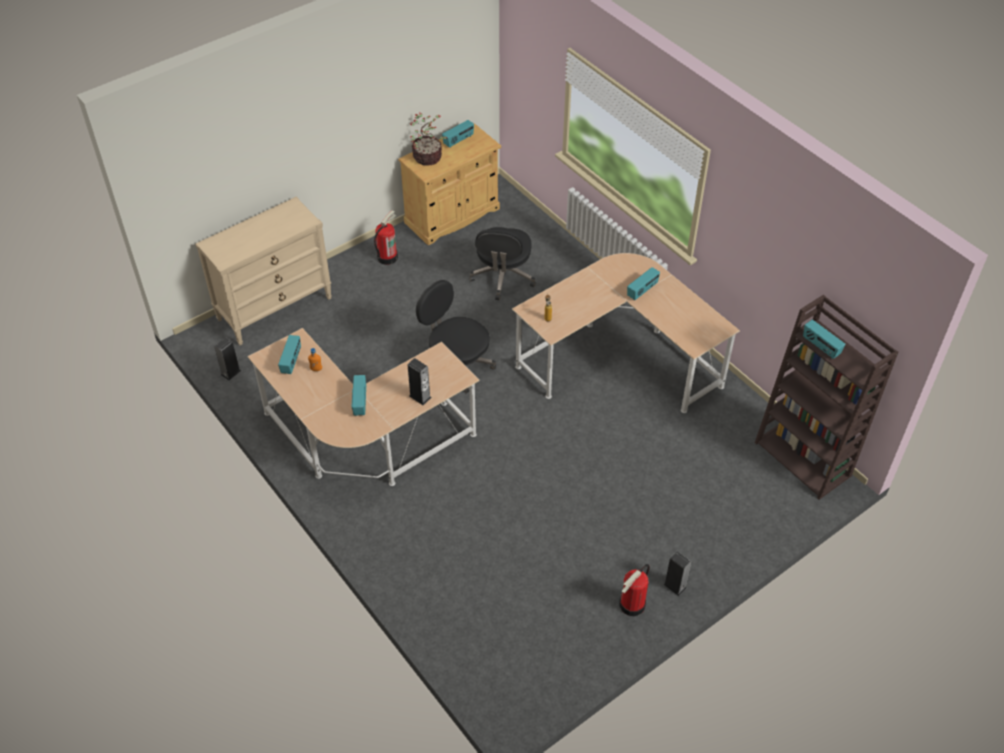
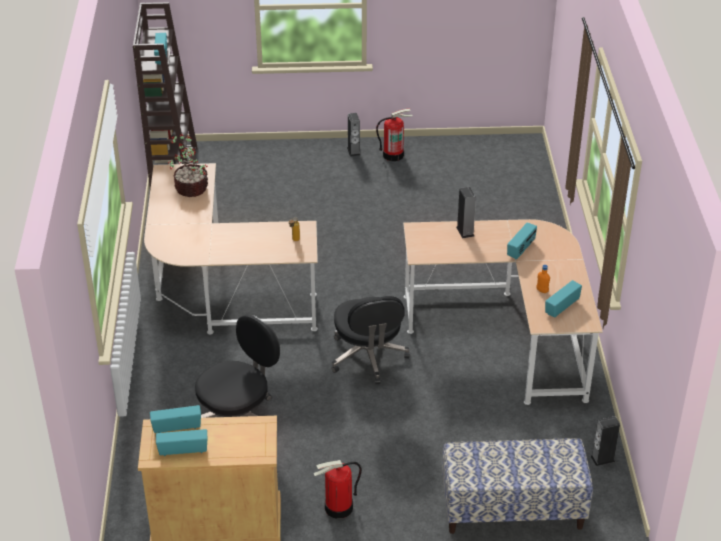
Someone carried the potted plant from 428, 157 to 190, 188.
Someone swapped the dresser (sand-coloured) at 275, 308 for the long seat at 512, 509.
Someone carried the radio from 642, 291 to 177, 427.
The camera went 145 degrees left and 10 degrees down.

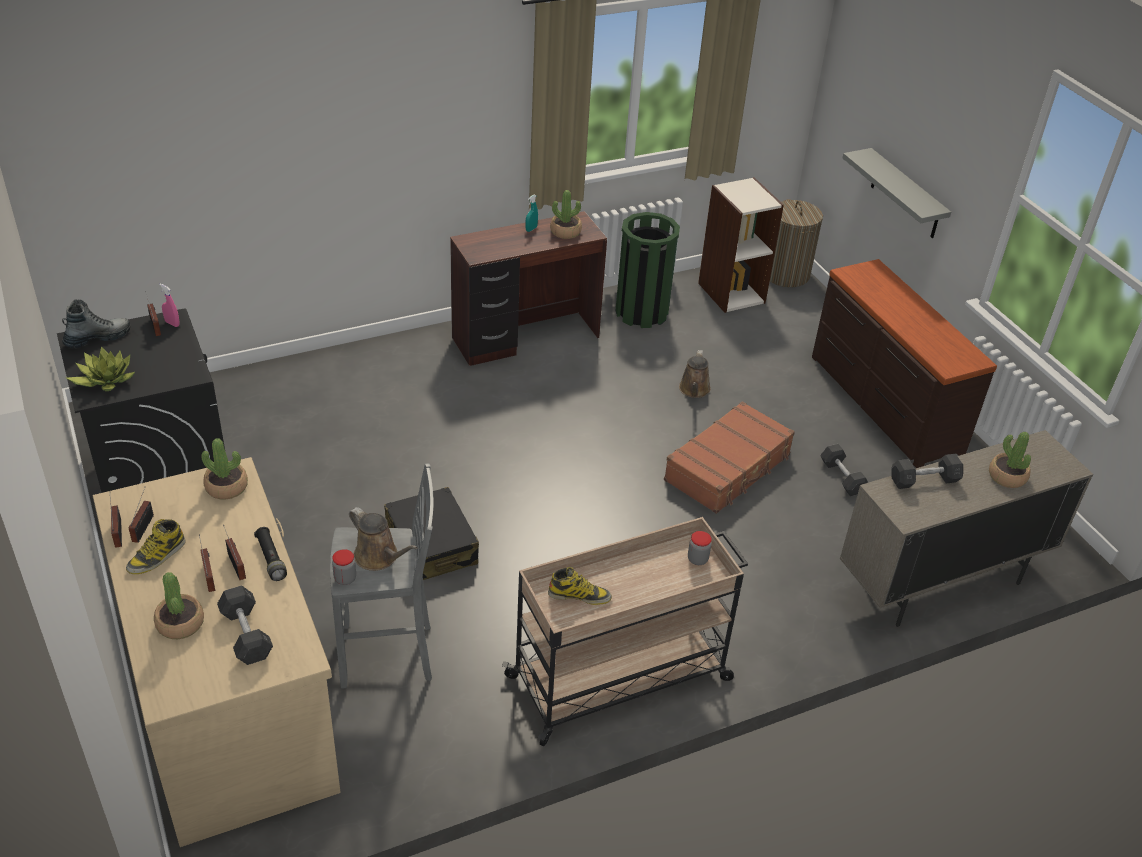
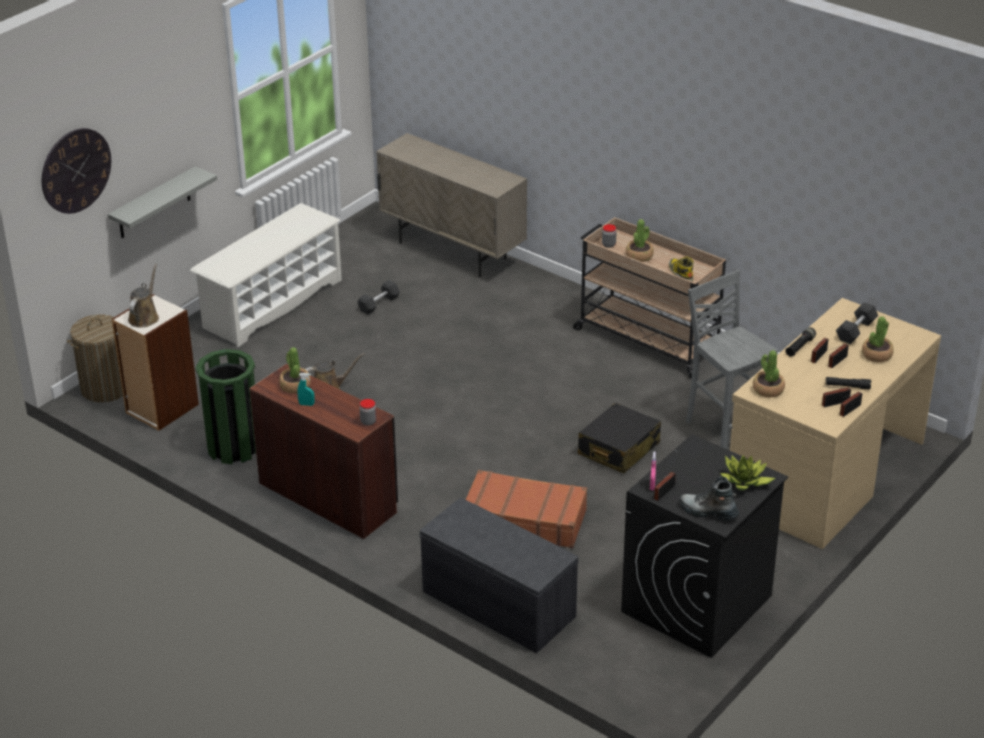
Someone swapped the dresser (brown) at 883, 404 for the shoe stand (white-coloured) at 272, 304.
Someone carried the piece of luggage (brown) from 728, 468 to 524, 519.
Someone carried the potted plant from 1007, 476 to 639, 256.
Someone took away the dumbbell (grey) at 924, 480.
Someone carried the watering pot (brown) from 379, 557 to 144, 317.
Someone swapped the tall boot at 157, 556 for the torch (black) at 847, 386.
Someone carried the preserve jar from 345, 578 to 368, 422.
Someone put up the hanging clock at 76, 170.
Someone put down the long seat (grey) at 496, 604.
The camera went 115 degrees left and 5 degrees down.

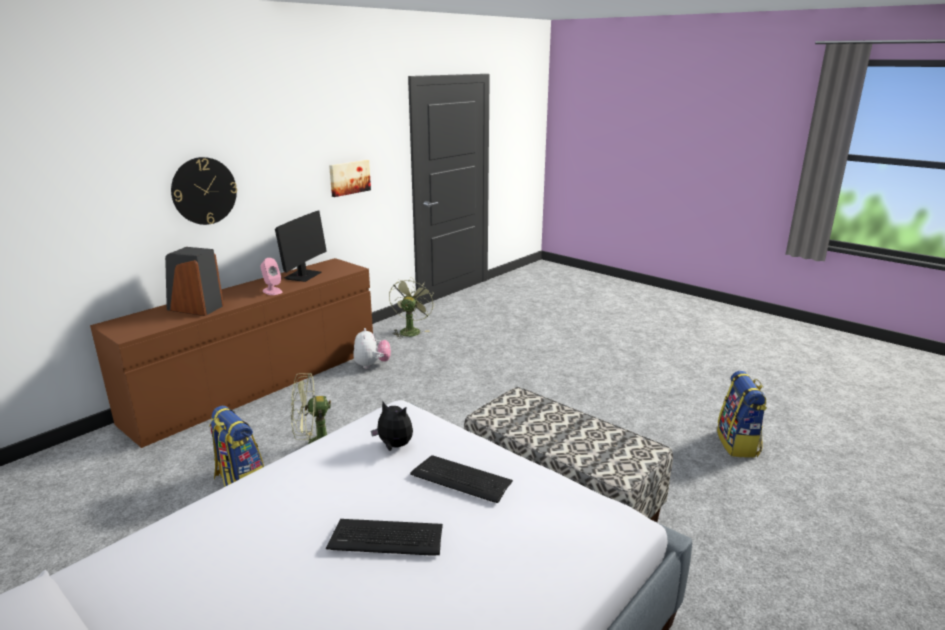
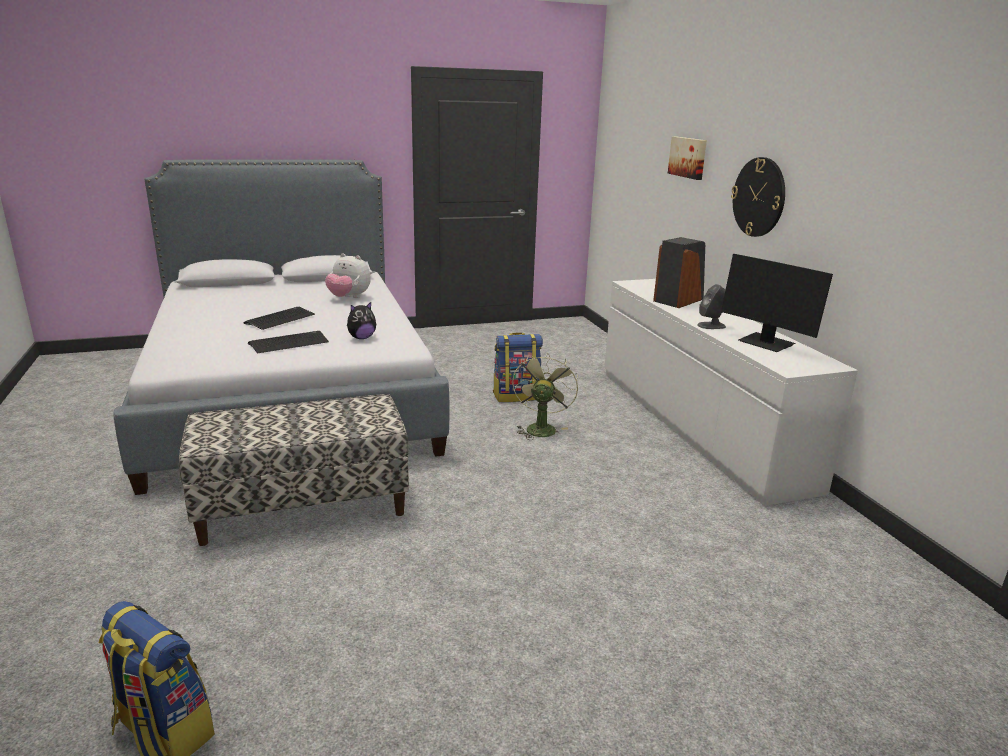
Someone carried the picture from 349, 177 to 688, 157.
Someone repainted the dresser (brown) at 258, 383, which became the dresser (white-coloured) at 698, 424.
Someone repainted the speaker (pink) at 272, 291, which became the speaker (grey) at 712, 326.
Someone took away the electric fan (green-coloured) at 410, 330.
Someone carried the cuddly toy from 372, 365 to 348, 298.
The camera went 120 degrees right and 0 degrees up.

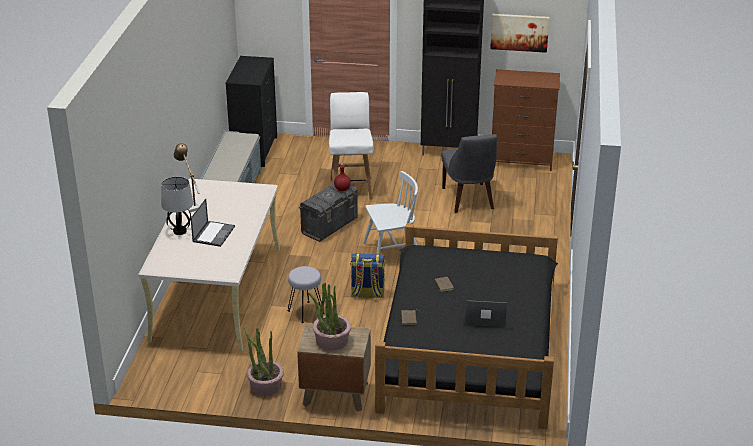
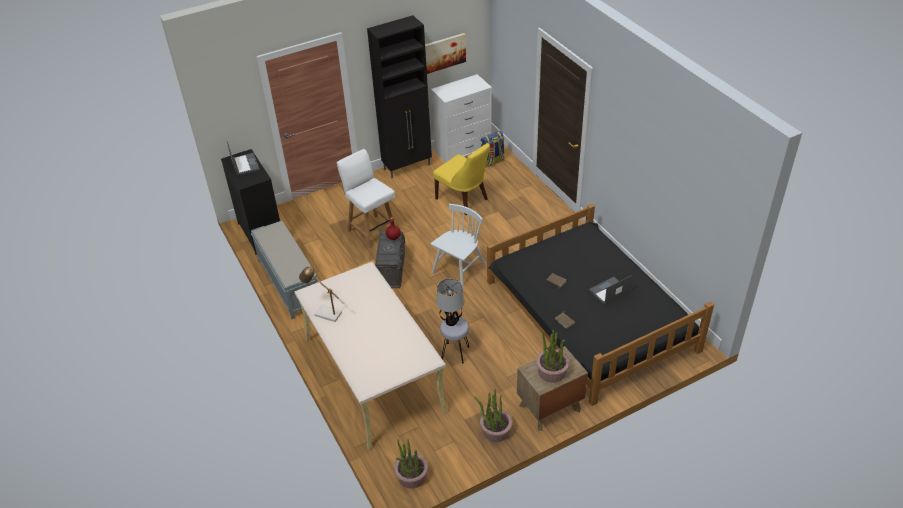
Someone repainted the dresser (brown) at 521, 160, which became the dresser (white-coloured) at 463, 151.
Someone repainted the chair (grey) at 468, 200, which became the chair (yellow-coloured) at 463, 200.
Someone carried the lamp for a table from 180, 231 to 451, 321.
Someone carried the portable computer from 213, 234 to 245, 164.
Someone carried the backpack from 367, 294 to 492, 162.
Someone put down the potted plant at 411, 476.
The camera went 35 degrees left and 10 degrees up.

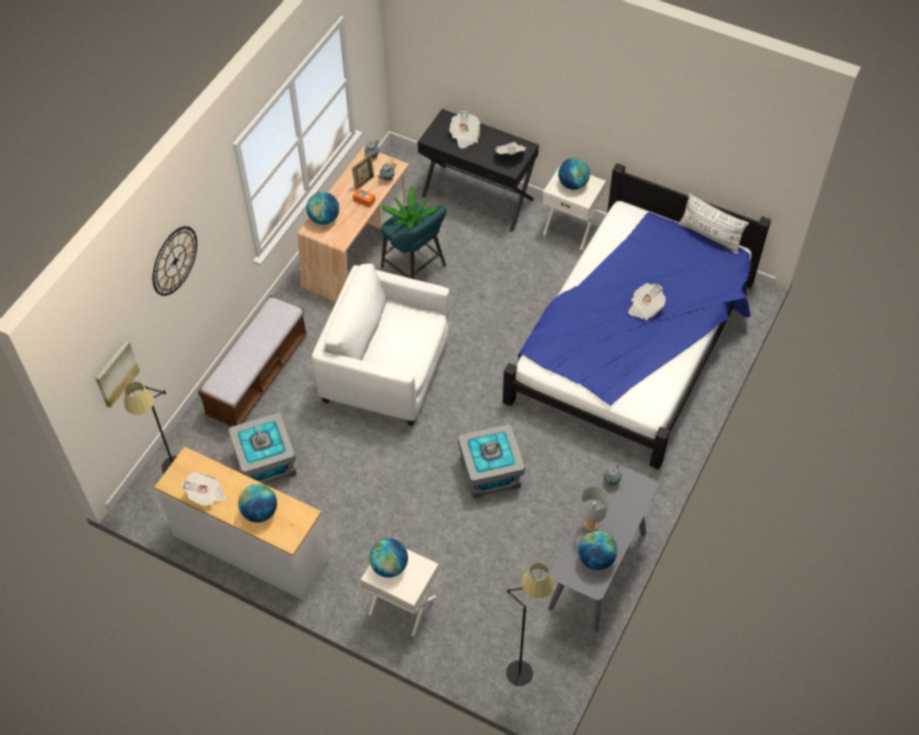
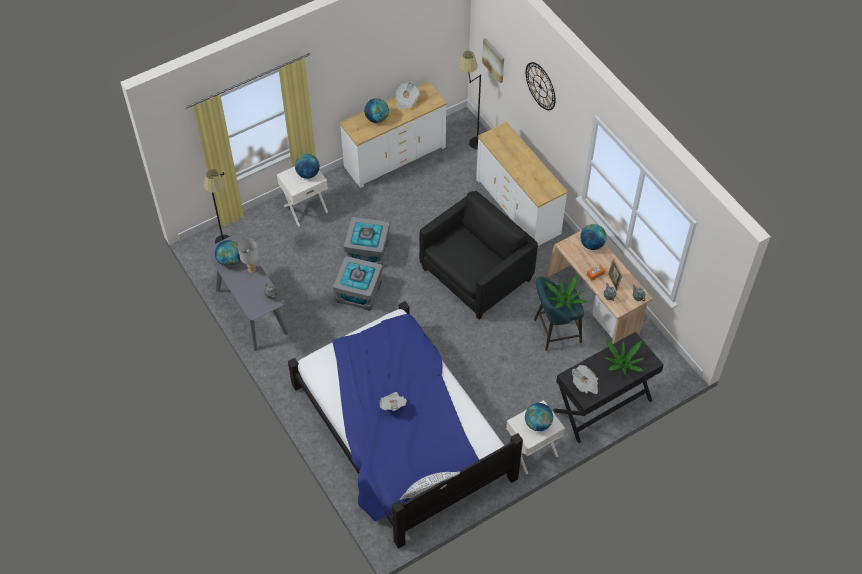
Someone swapped the printed paper at 464, 136 for the potted plant at 622, 364.
Someone repainted the lounge chair (white-coloured) at 387, 370, which became the lounge chair (black) at 476, 274.
Someone swapped the long seat at 258, 376 for the dresser (white-coloured) at 518, 206.
Someone carried the storage box (grey) from 265, 462 to 368, 251.
The camera went 120 degrees right and 0 degrees up.

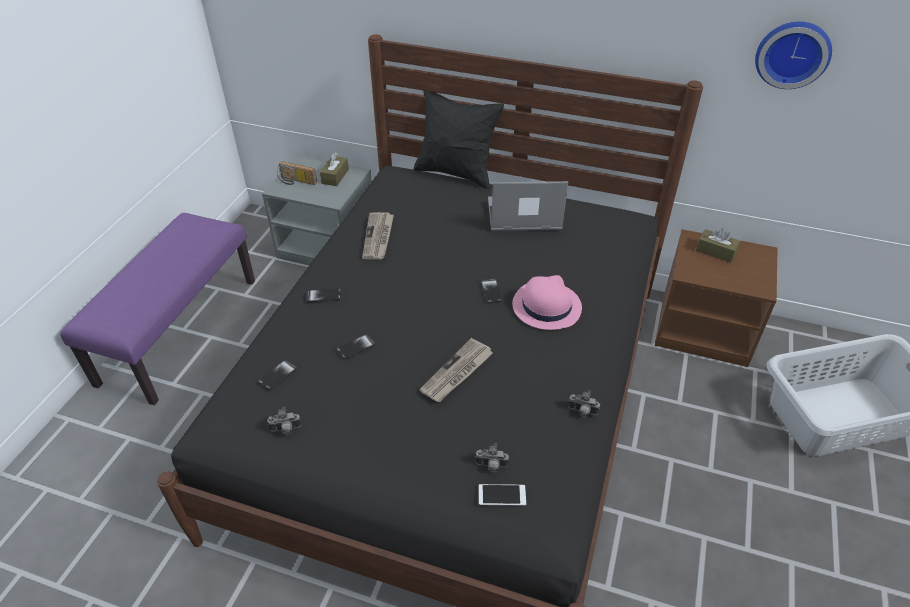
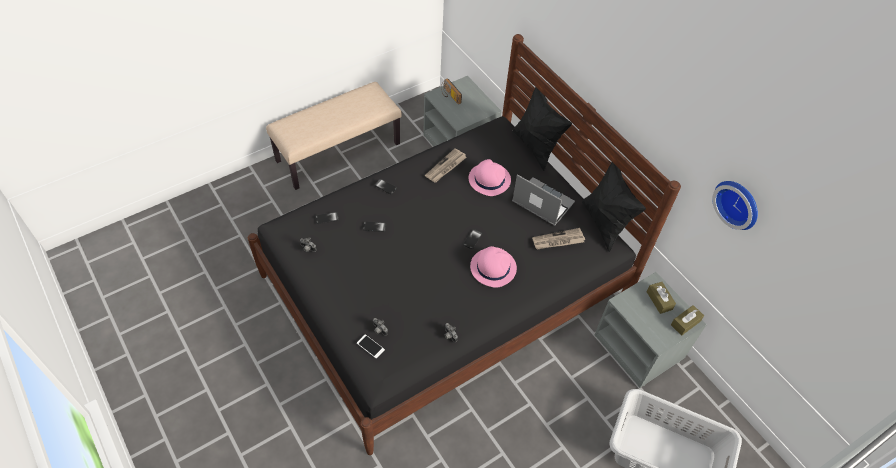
Someone carried the tissue box (brown) from 335, 176 to 685, 323.
Someone repainted the long seat (purplish) at 179, 330, which became the long seat (sand-coloured) at 338, 152.
Someone repainted the night table (brown) at 704, 329, which became the night table (grey) at 640, 347.
Someone carried the printed paper from 457, 373 to 558, 241.
Someone put down the clothing hat (pink) at 489, 179.
Someone put down the cushion (black) at 604, 224.
The camera went 35 degrees right and 10 degrees up.

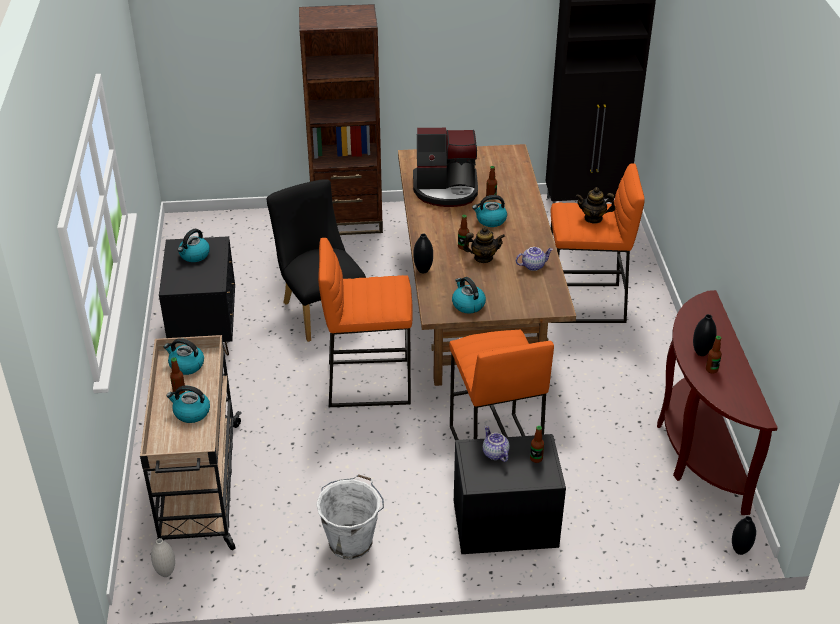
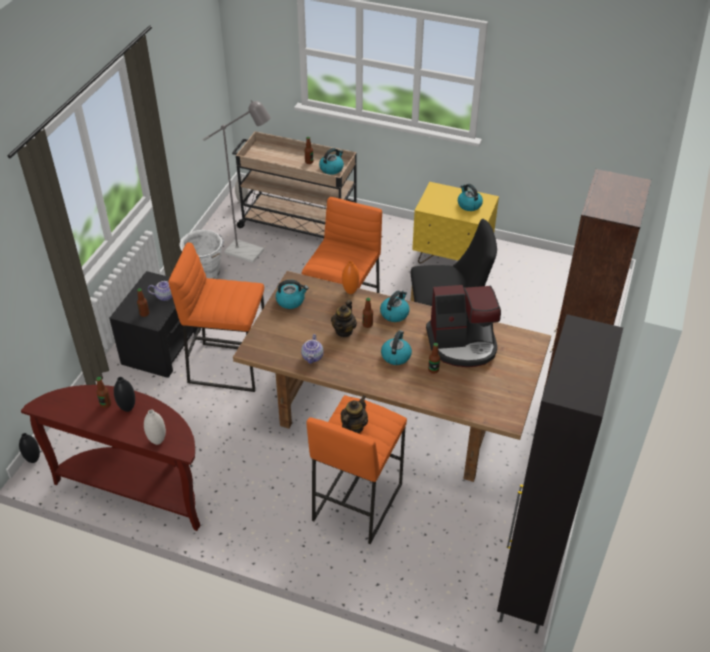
Someone rotated the coffee machine at 446, 189 by 120 degrees counterclockwise.
Someone repainted the decorative vase (black) at 423, 270, which became the decorative vase (orange-coloured) at 350, 291.
Someone repainted the night table (black) at 205, 333, which became the night table (yellow-coloured) at 452, 258.
Someone carried the water kettle from 191, 412 to 394, 313.
Someone put down the standing lamp (grey) at 250, 253.
Someone put down the decorative vase (white-coloured) at 157, 440.
The camera went 115 degrees right and 5 degrees up.

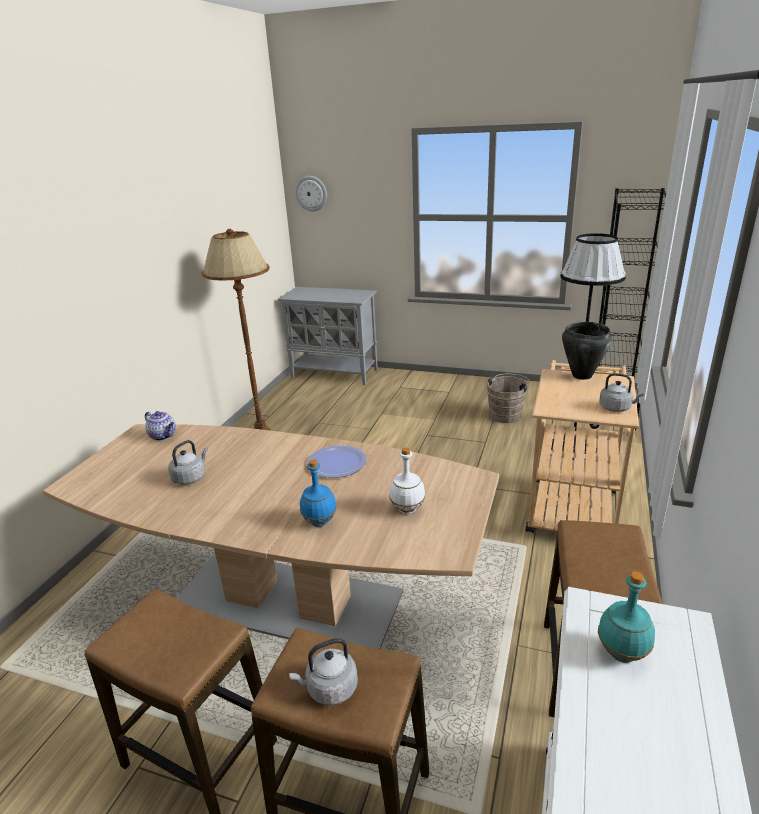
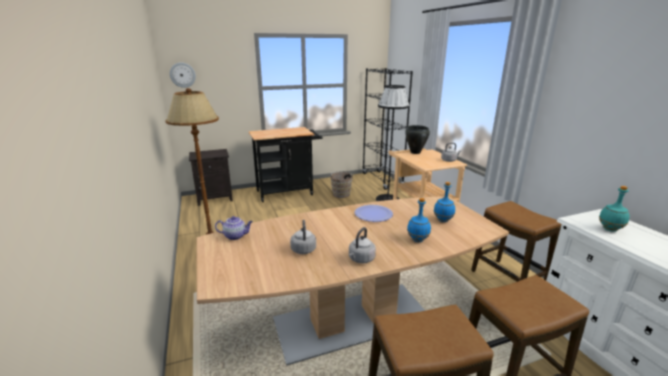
Someone swapped the cupboard (grey) at 335, 373 for the night table (black) at 215, 198.
Someone repainted the bottle (white-coloured) at 408, 509, which became the bottle (blue-coloured) at 443, 220.
Someone carried the water kettle (grey) from 329, 689 to 360, 259.
Someone put down the cart (black) at 288, 192.
The camera went 40 degrees left and 5 degrees down.

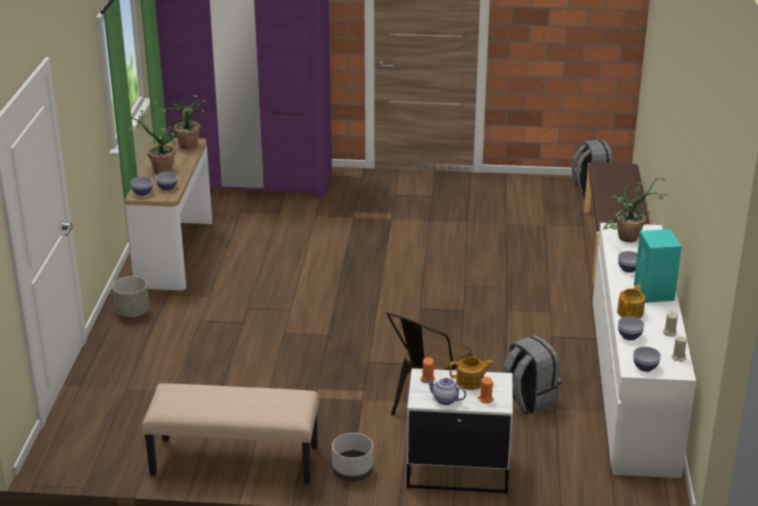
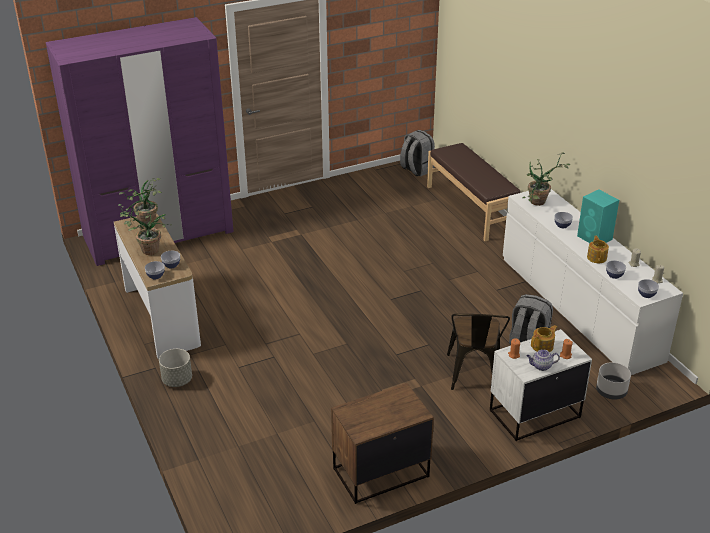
Someone swapped the long seat (sand-coloured) at 234, 461 for the night table (brown) at 380, 472.
Someone carried the plant pot (grey) from 353, 472 to 611, 391.
The camera went 30 degrees left and 5 degrees up.

